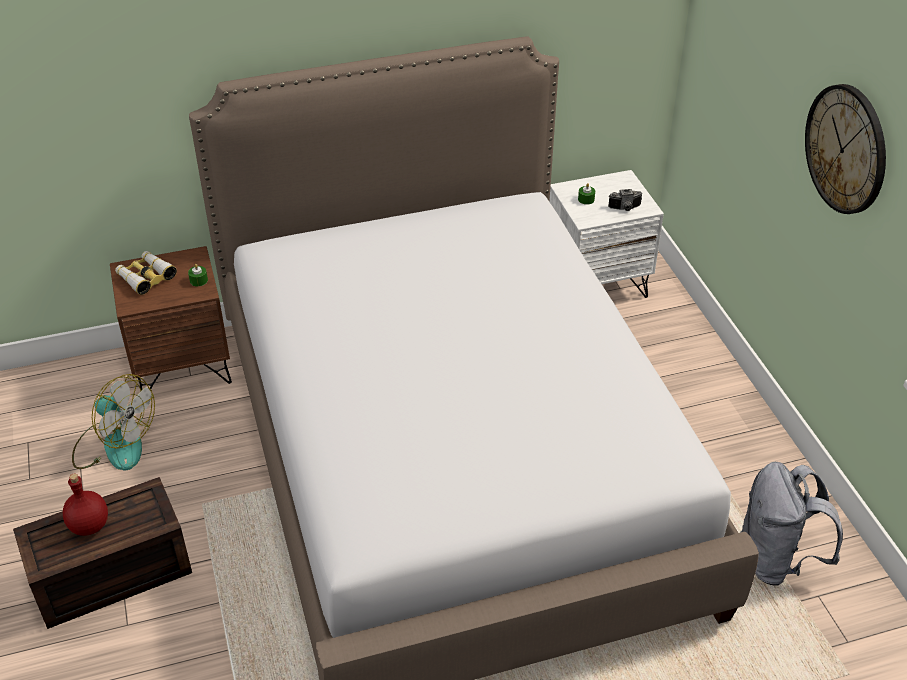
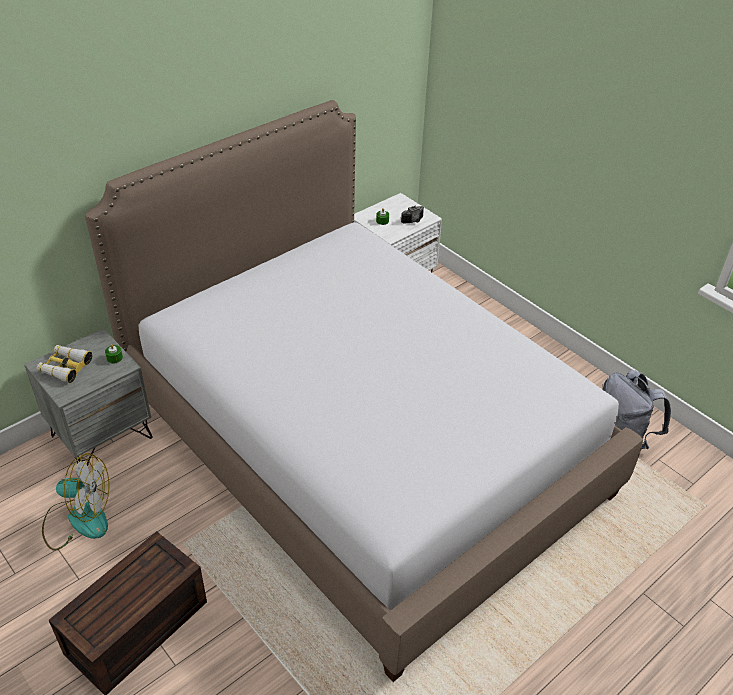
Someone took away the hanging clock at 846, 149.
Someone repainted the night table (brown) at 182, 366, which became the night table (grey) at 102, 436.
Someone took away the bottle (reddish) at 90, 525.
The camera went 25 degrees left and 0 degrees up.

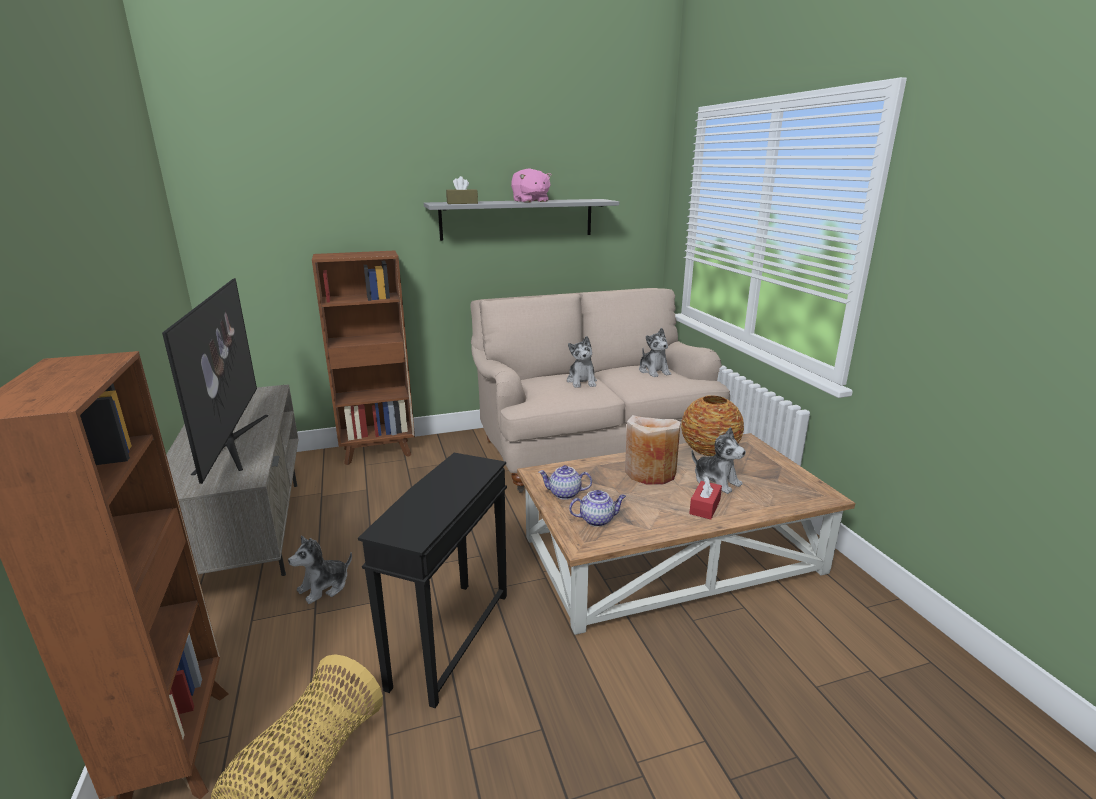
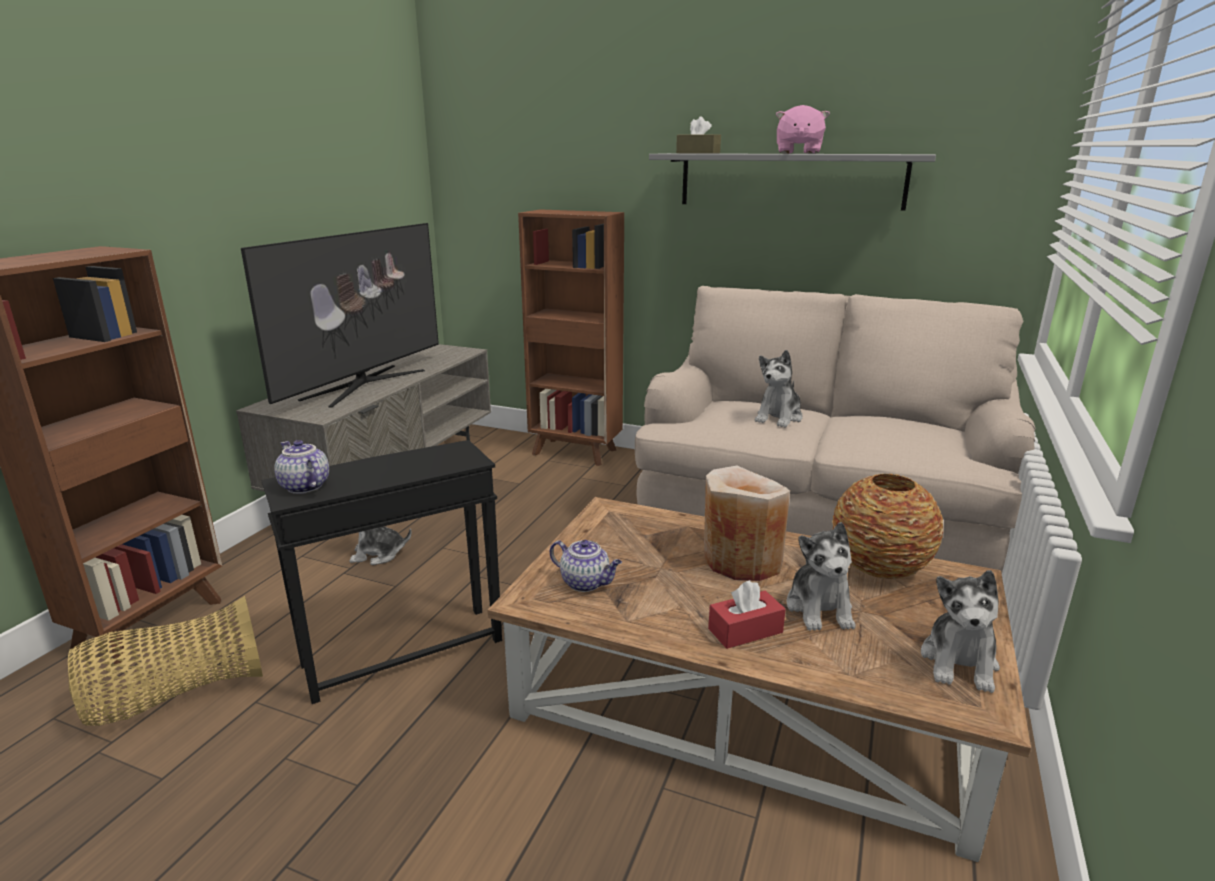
Someone carried the cuddly toy from 653, 371 to 959, 662.
Someone carried the tea pot from 564, 494 to 303, 487.
The camera went 40 degrees right and 0 degrees up.

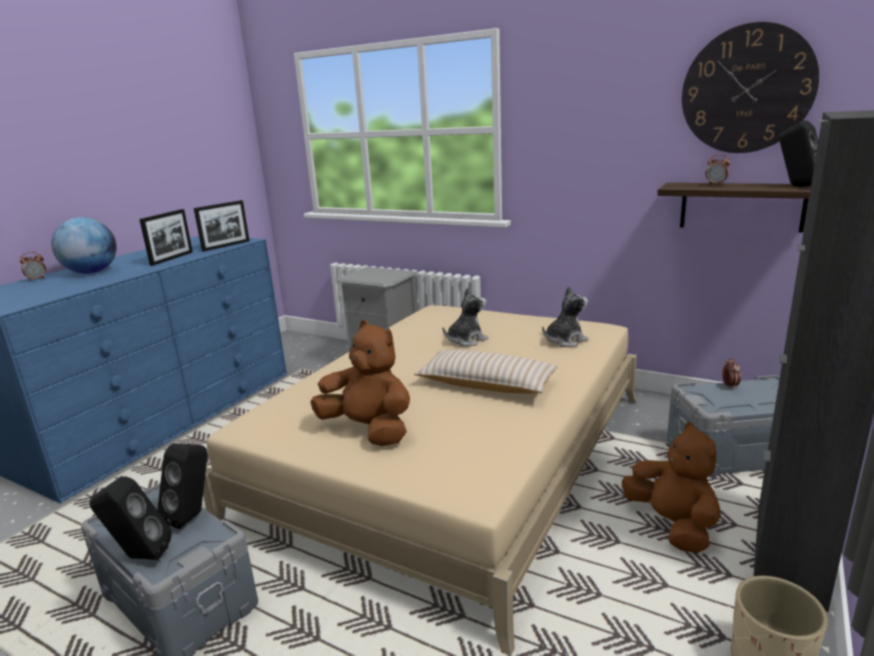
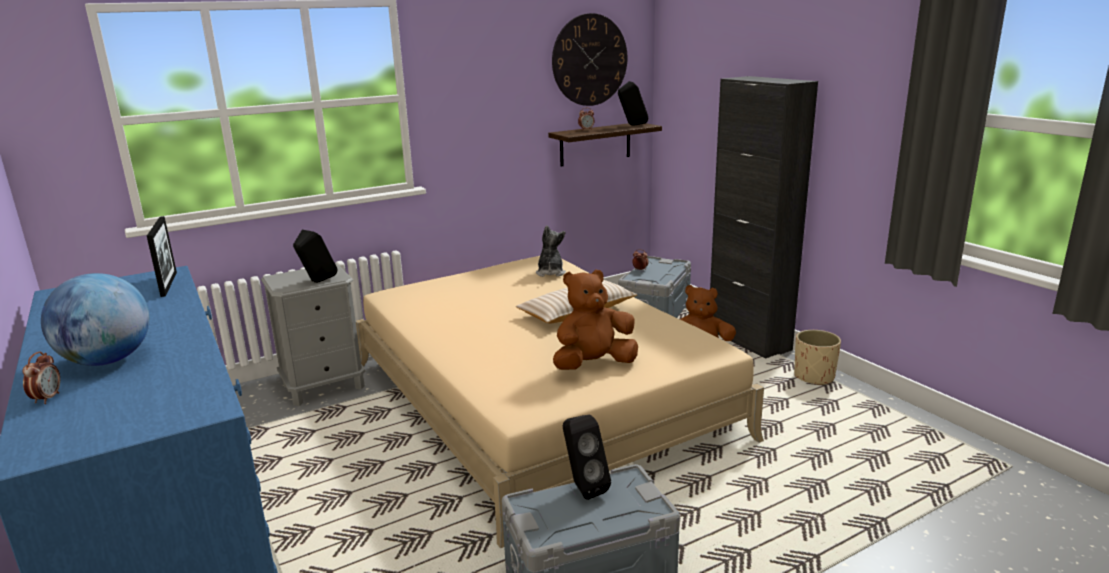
Someone took away the picture frame at 172, 258.
Someone took away the cuddly toy at 466, 340.
Someone carried the speaker (black) from 139, 556 to 317, 282.
The camera went 60 degrees left and 0 degrees up.

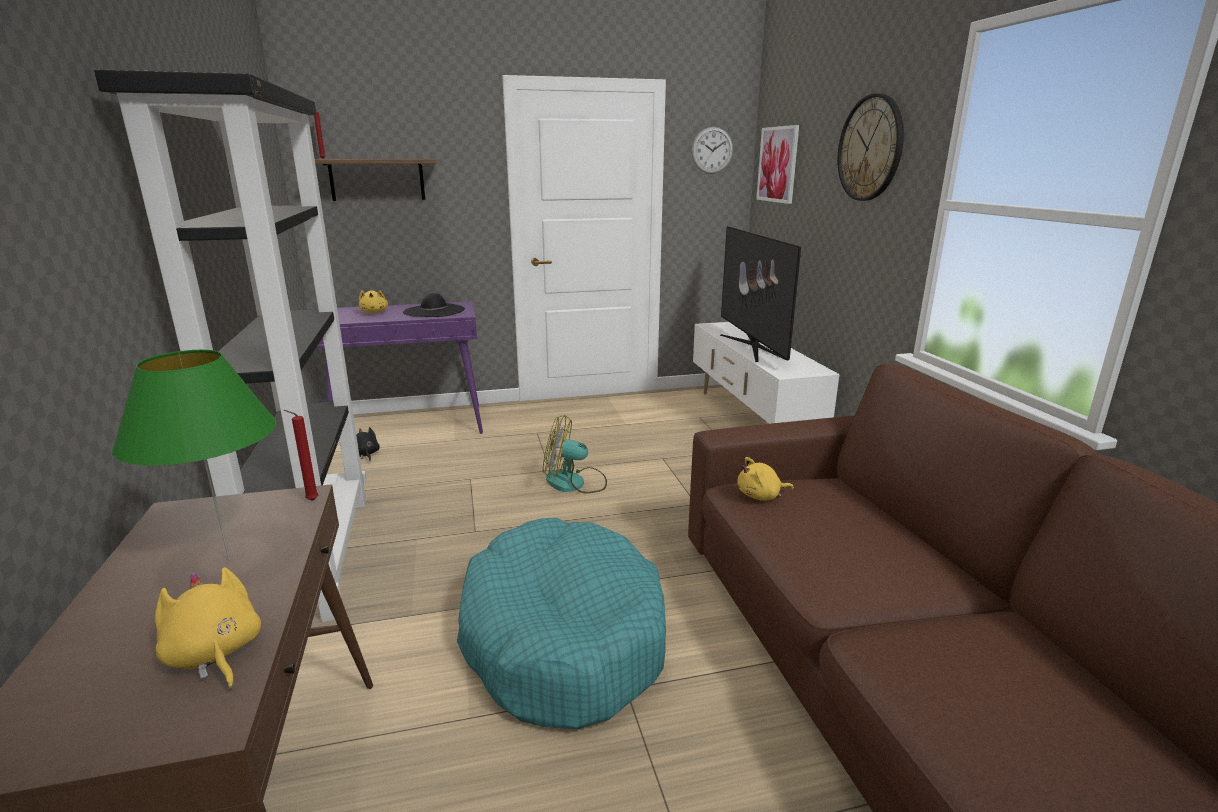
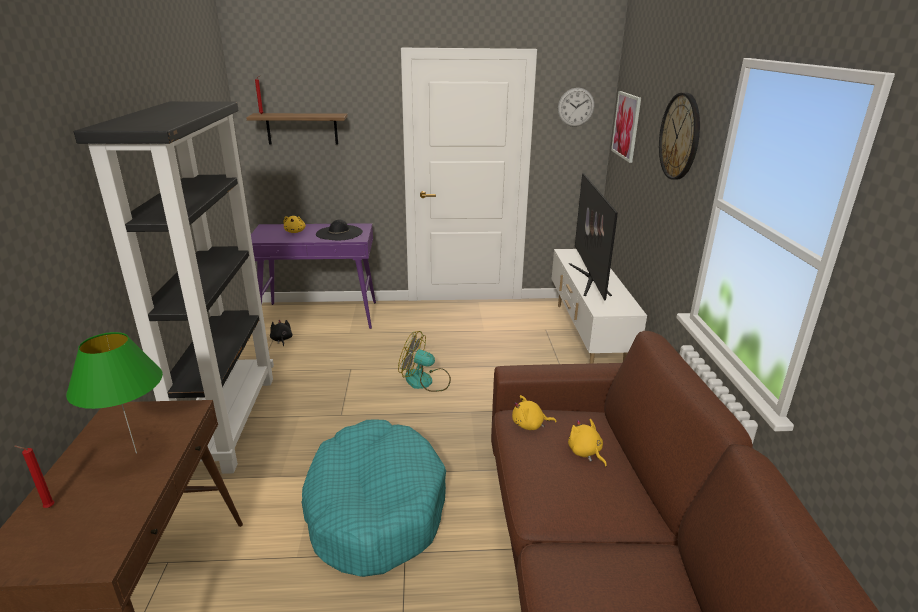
Someone carried the wax candle (reddish) from 310, 501 to 47, 507.
Someone carried the cuddly toy (yellow-coloured) from 215, 655 to 585, 452.
The camera went 10 degrees right and 5 degrees up.

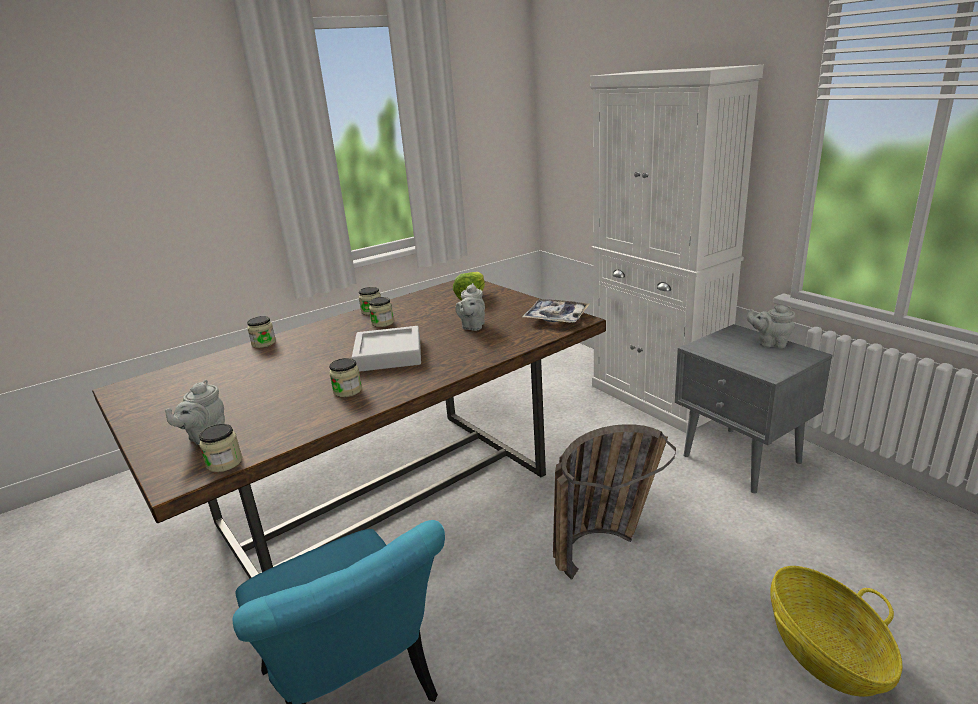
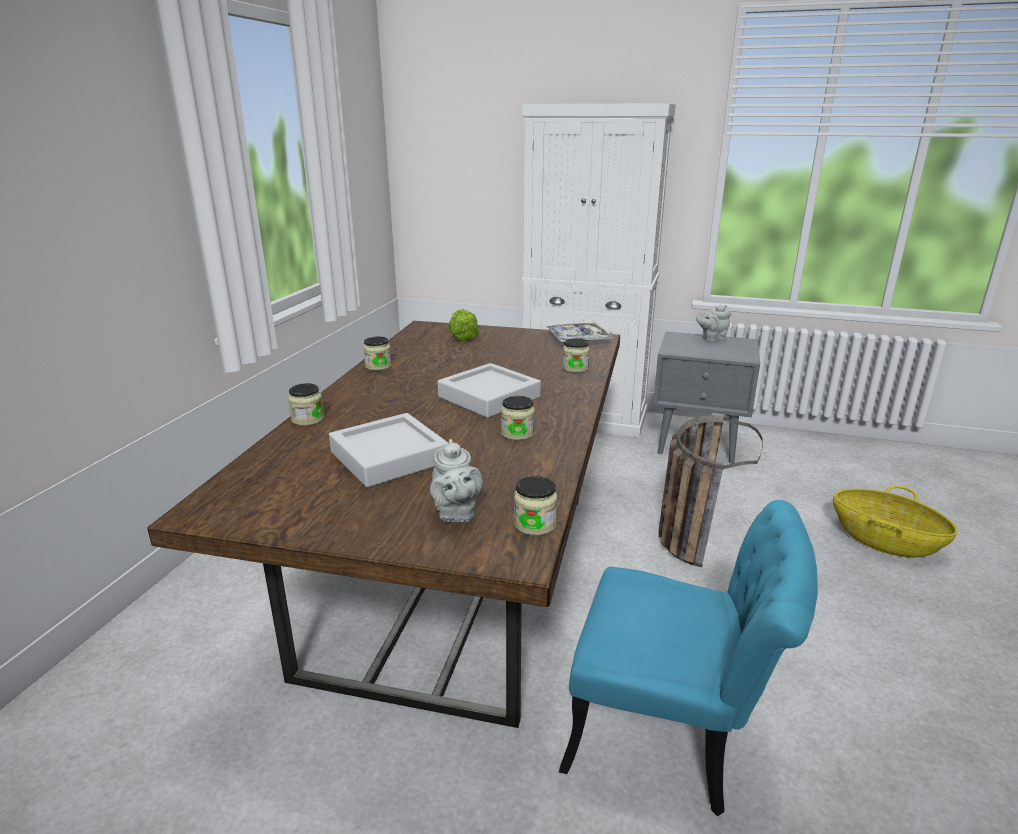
Someone took away the tea pot (grey) at 472, 326.
Someone carried the preserve jar from 382, 323 to 575, 368.
Someone put down the serving tray (grey) at 389, 457.
The camera went 40 degrees left and 0 degrees up.

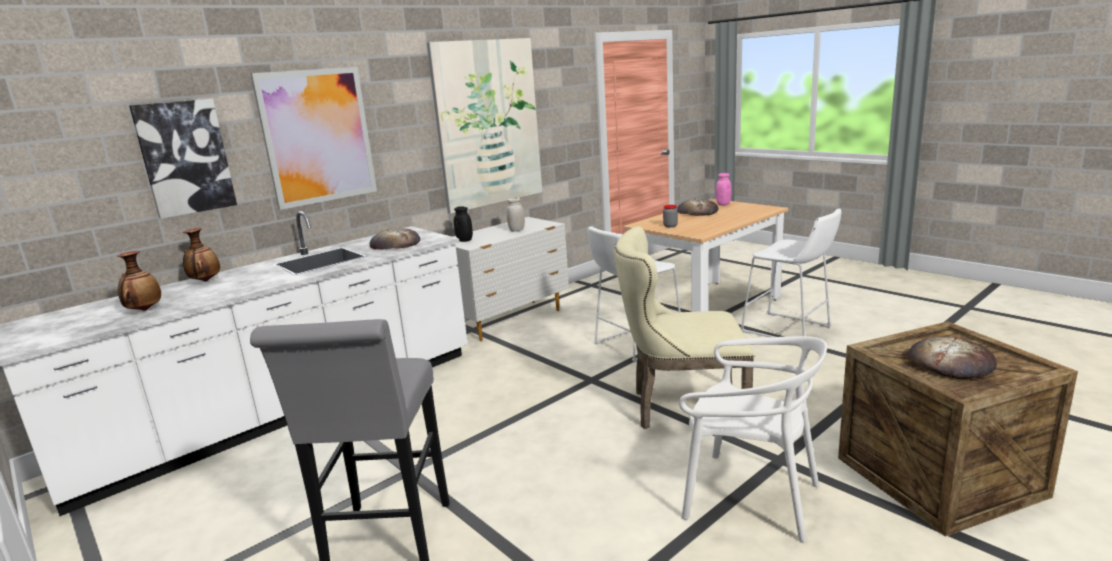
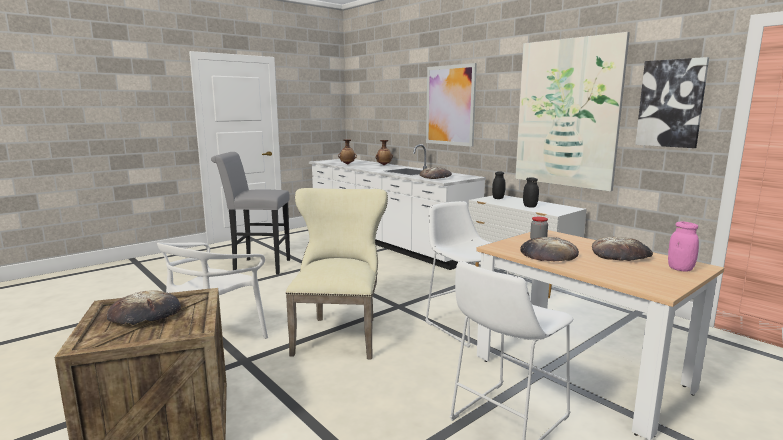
Someone carried the picture from 185, 157 to 671, 103.
Someone repainted the preserve jar (white-coloured) at 516, 230, which became the preserve jar (black) at 530, 206.
Someone put down the bread at 548, 254.
The camera went 90 degrees right and 5 degrees down.

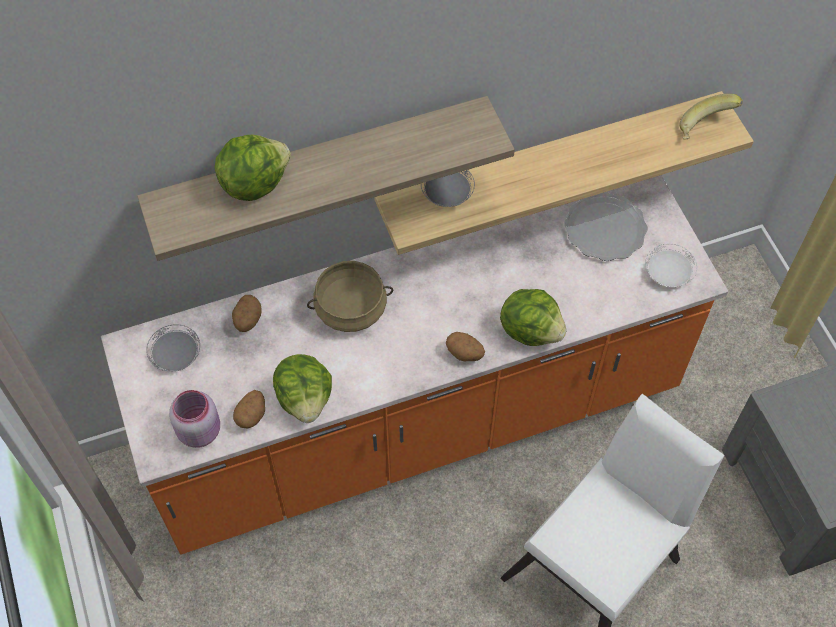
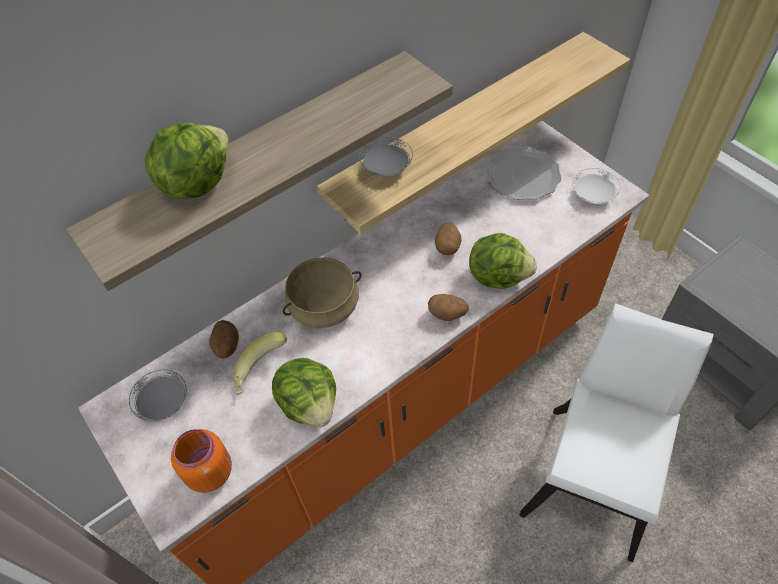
Someone carried the banana fruit from 705, 129 to 262, 372.
Someone repainted the preserve jar (pink) at 200, 430, which became the preserve jar (orange-coloured) at 210, 471.
Someone carried the whole potato from 251, 415 to 447, 246.
The camera went 15 degrees left and 5 degrees down.

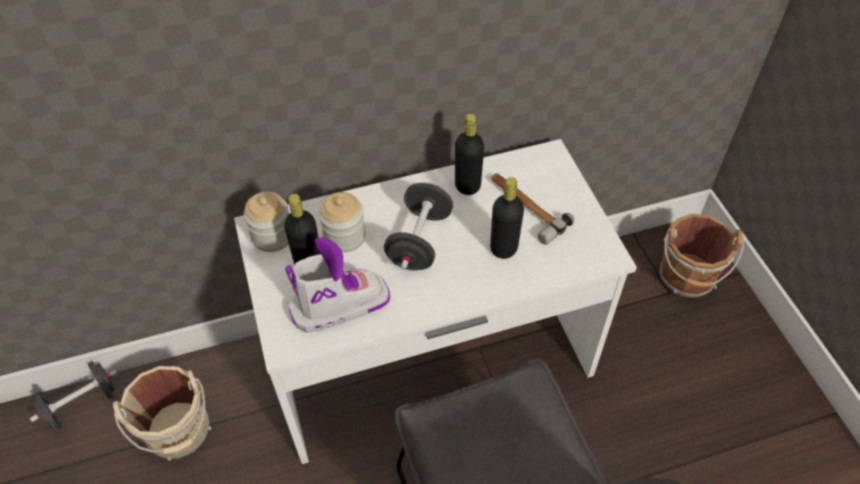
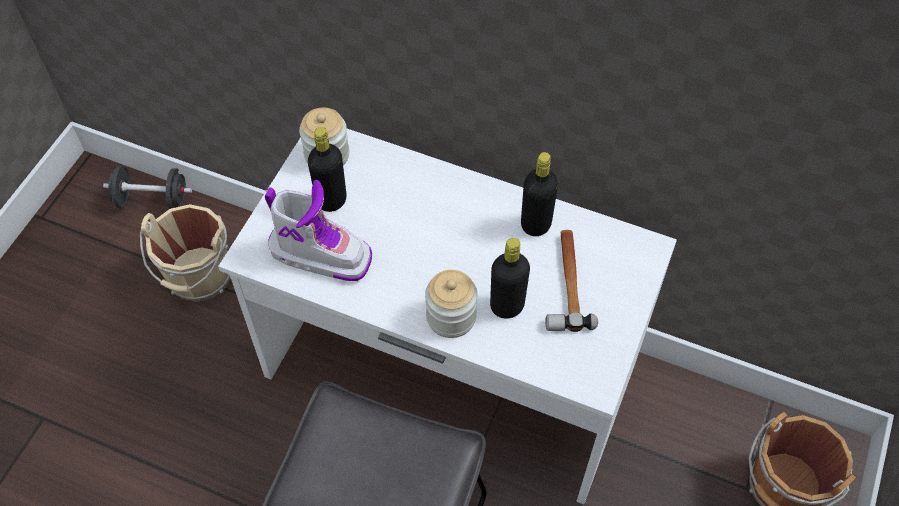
Someone took away the dumbbell (black) at 419, 241.
Someone carried the preserve jar from 344, 236 to 451, 317.
The camera went 40 degrees right and 5 degrees up.

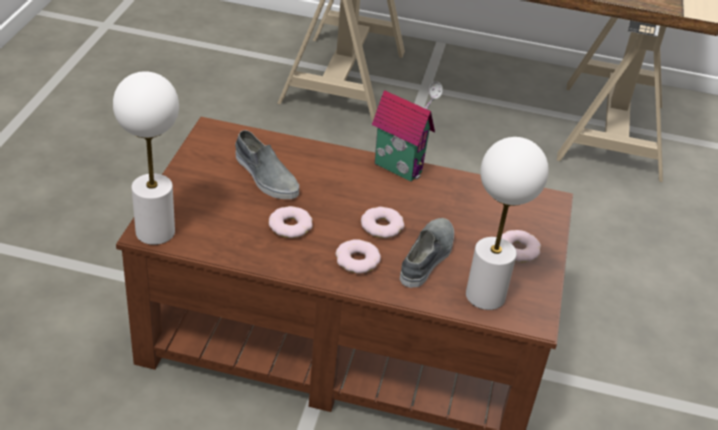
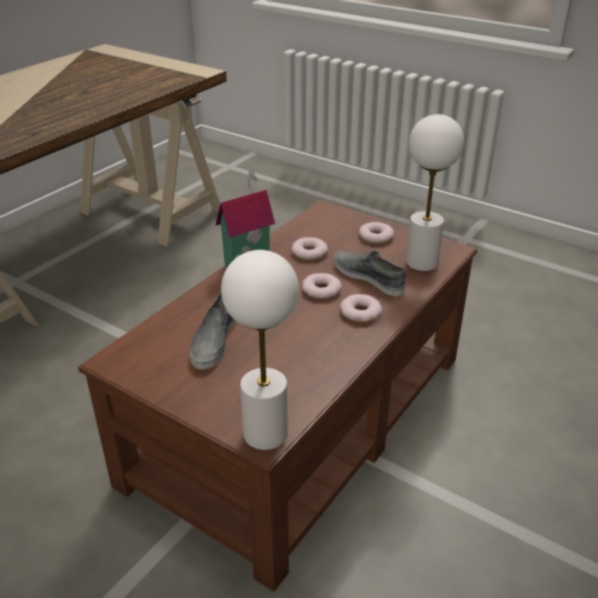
Someone rotated the shoe (grey) at 265, 176 by 120 degrees clockwise.
Someone carried the ring doughnut from 290, 226 to 309, 252.
The camera went 65 degrees left and 5 degrees down.

